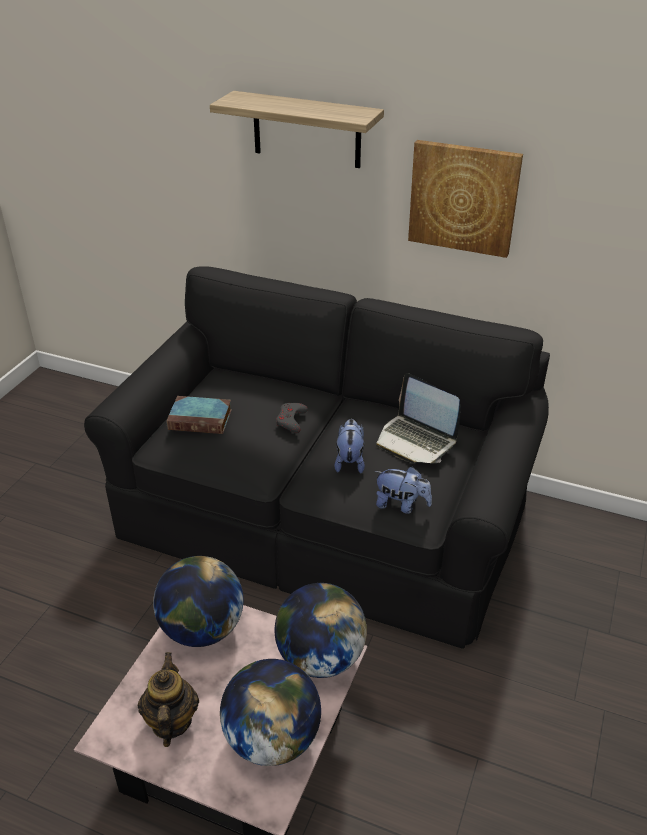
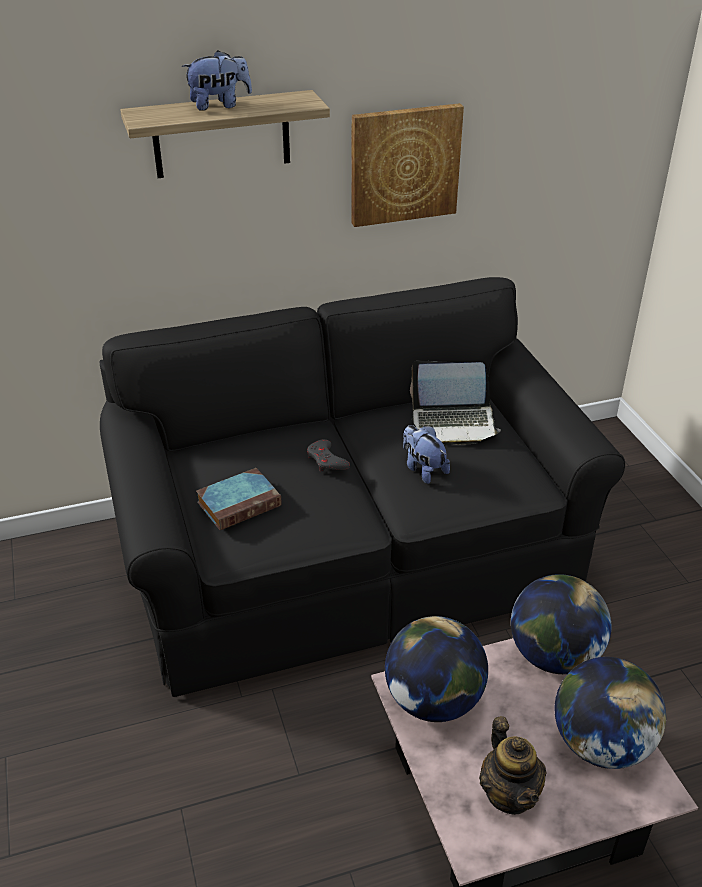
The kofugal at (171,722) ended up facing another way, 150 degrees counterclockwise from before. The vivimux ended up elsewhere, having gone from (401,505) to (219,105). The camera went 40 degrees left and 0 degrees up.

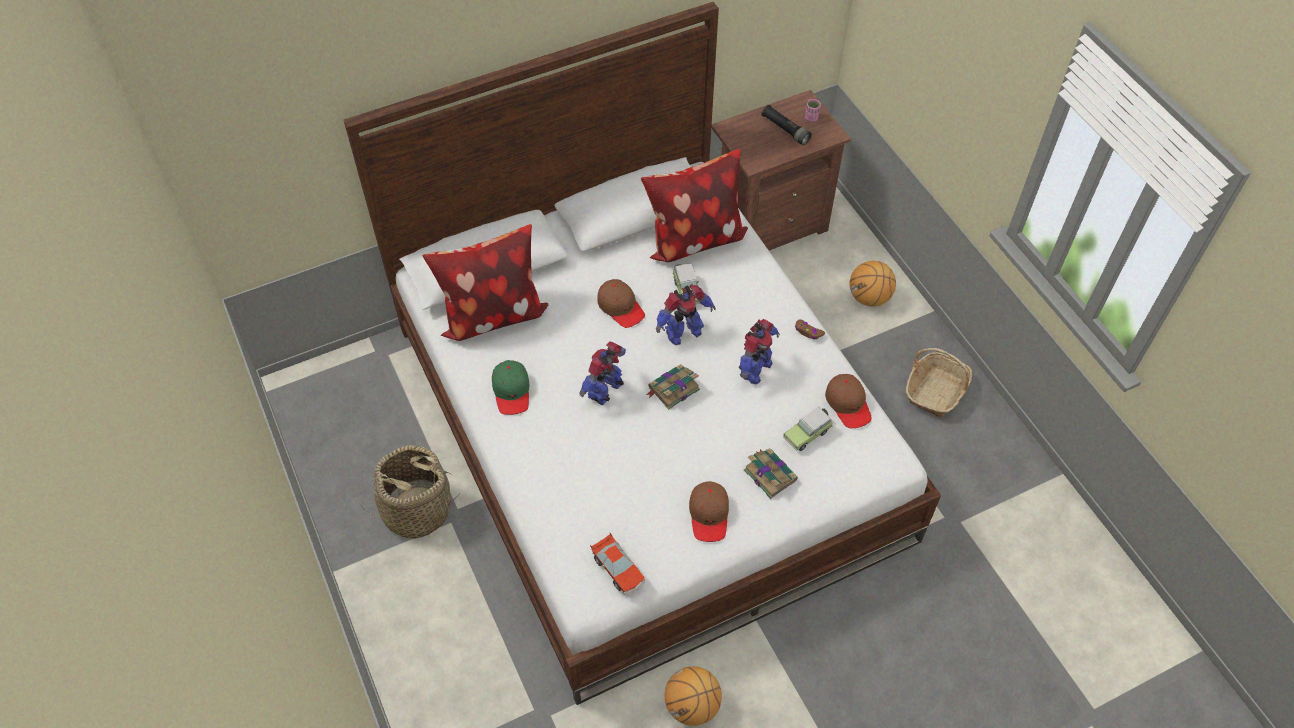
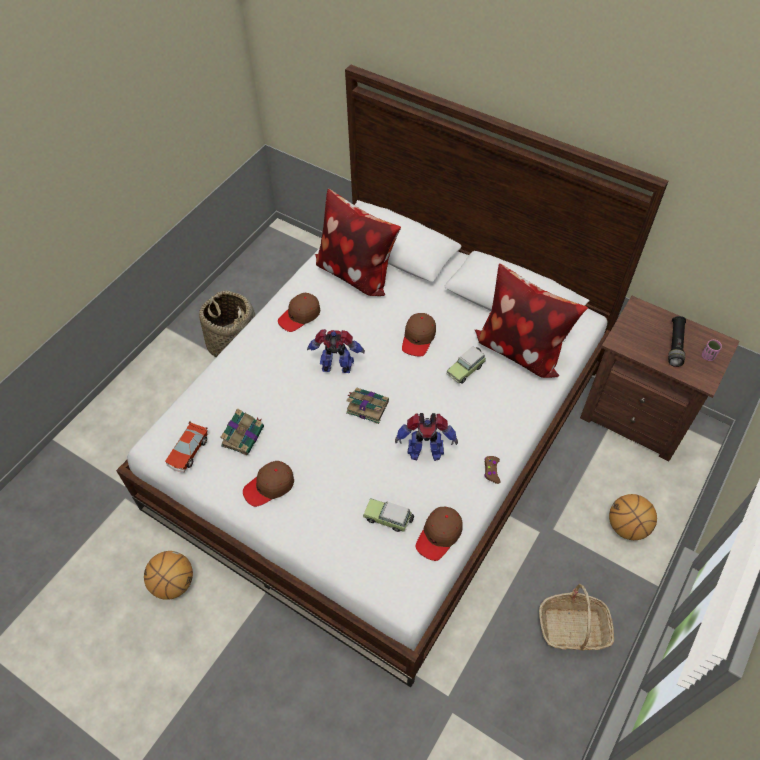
What was the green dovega at (512,391) turned into the brown dovega at (300,316). The second view lost the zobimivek at (682,332). The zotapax ended up elsewhere, having gone from (769,474) to (243,435). The camera went 60 degrees right and 0 degrees up.

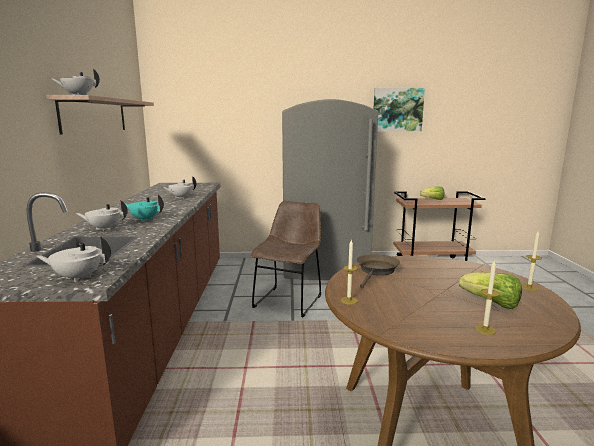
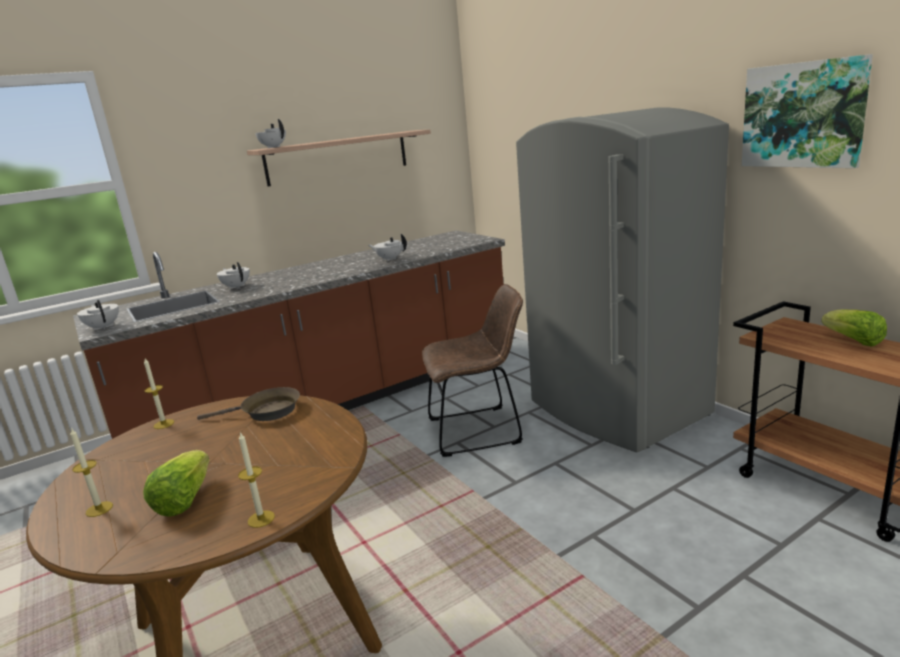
The second view lost the turquoise kofugal at (145,219). The camera went 60 degrees right and 5 degrees up.

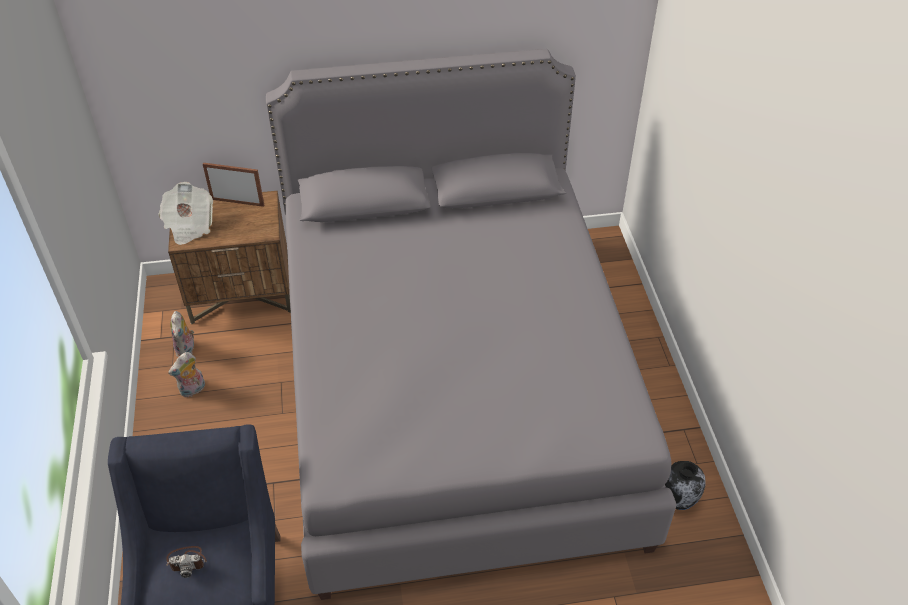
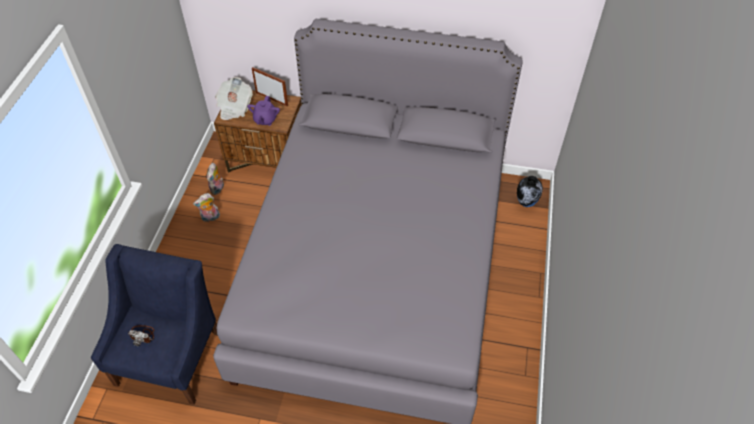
The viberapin ended up elsewhere, having gone from (678,501) to (526,203). The second view gained the purple kofugal at (265,120). The camera went 20 degrees right and 5 degrees up.

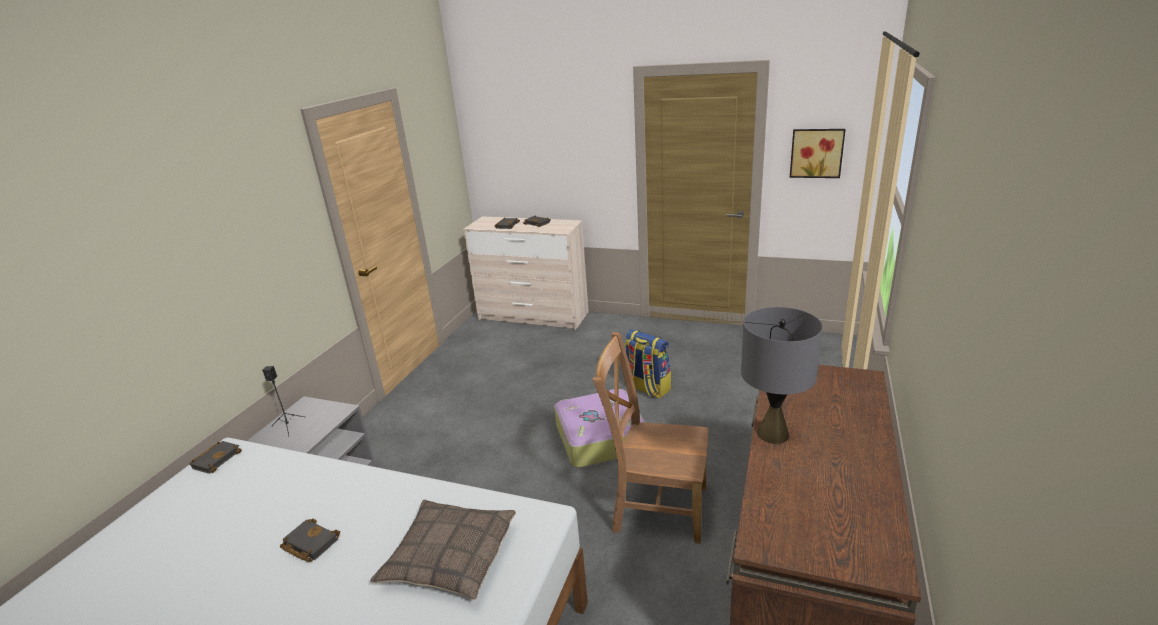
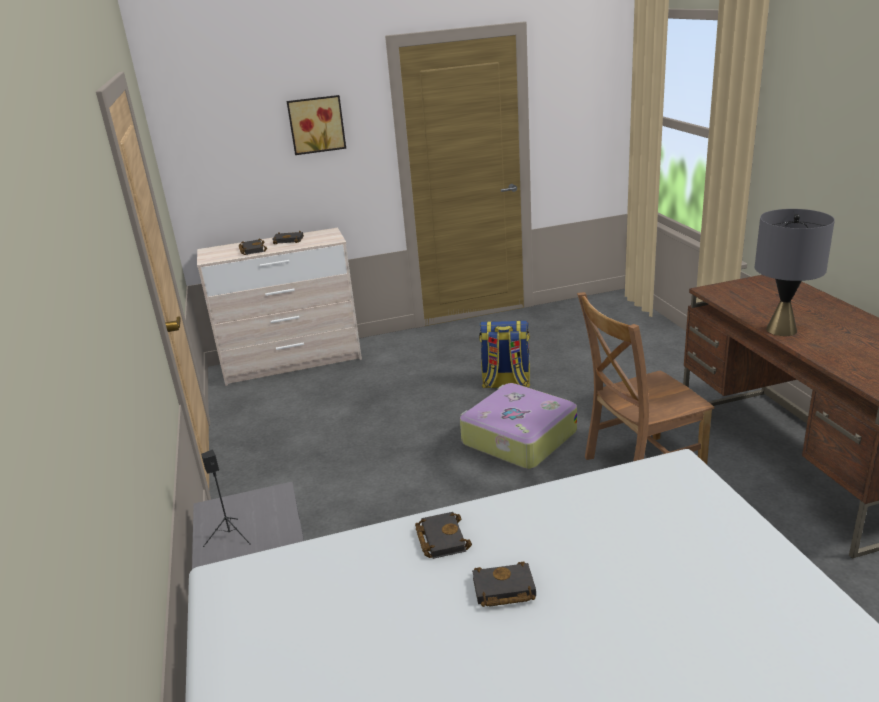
The black zotapax ended up elsewhere, having gone from (217,459) to (440,538). The second view lost the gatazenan at (449,556). The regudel ended up elsewhere, having gone from (816,153) to (316,124). The camera went 35 degrees left and 0 degrees up.

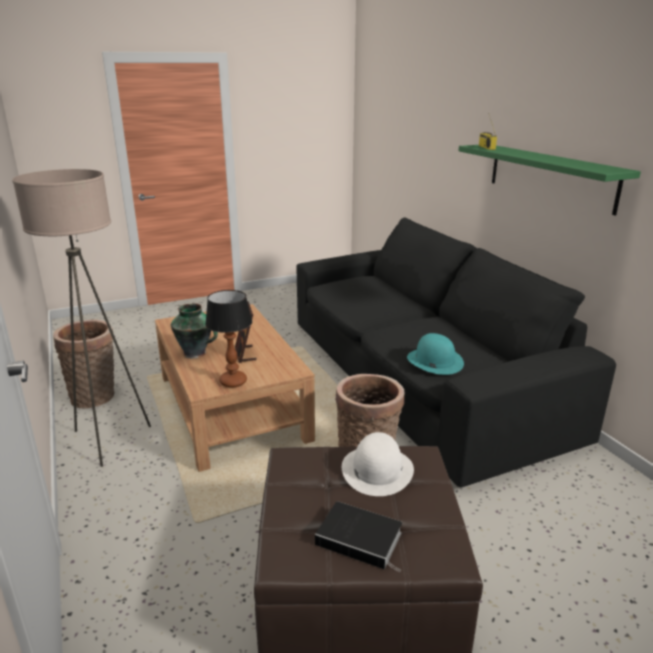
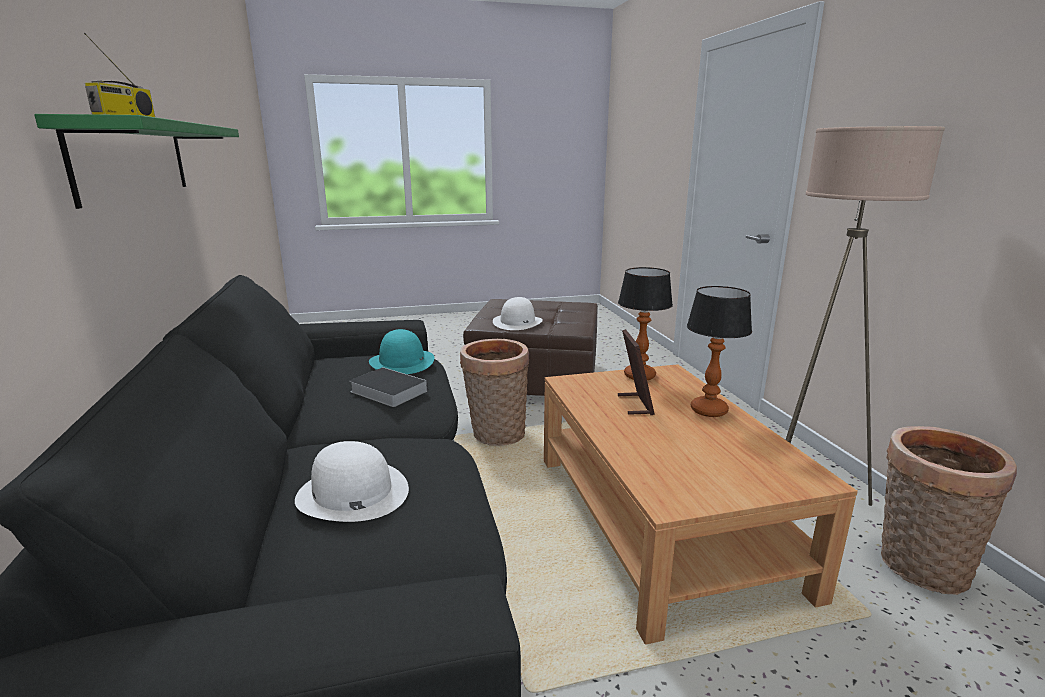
Where the viberapin stood at (196,354), the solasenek came to stand at (708,410). The zotapax ended up elsewhere, having gone from (361,539) to (386,391). The second view gained the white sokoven at (352,493). The camera went 170 degrees left and 5 degrees down.

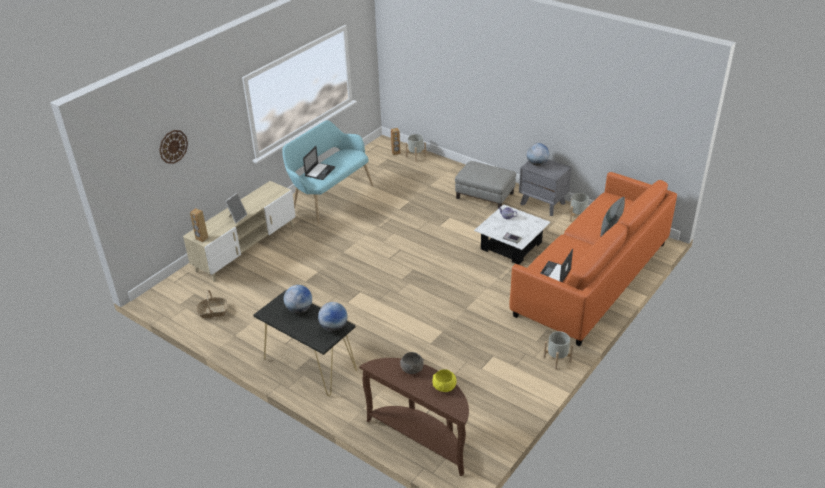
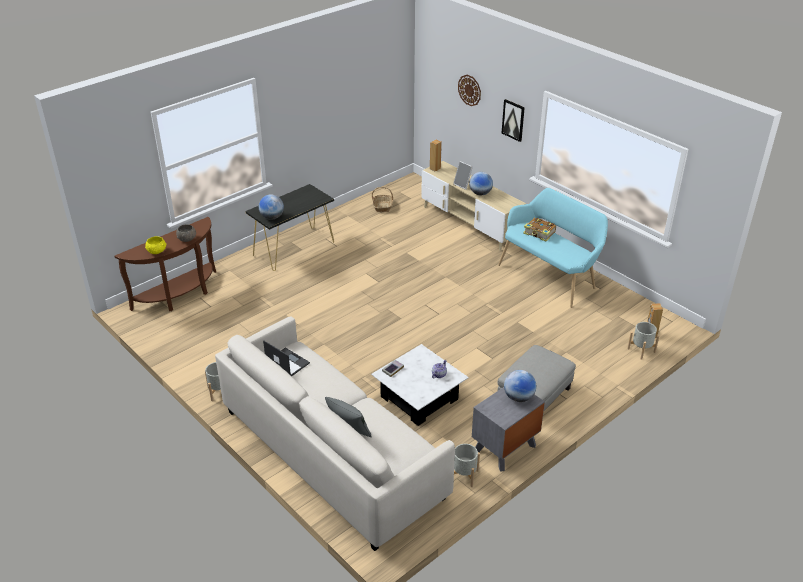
The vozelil ended up elsewhere, having gone from (299,309) to (480,193). Where the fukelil stood at (320,171), the zotapax came to stand at (539,233). What was the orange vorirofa at (592,278) turned into the white vorirofa at (331,454). The second view gained the regudel at (513,120). The camera went 100 degrees right and 0 degrees up.

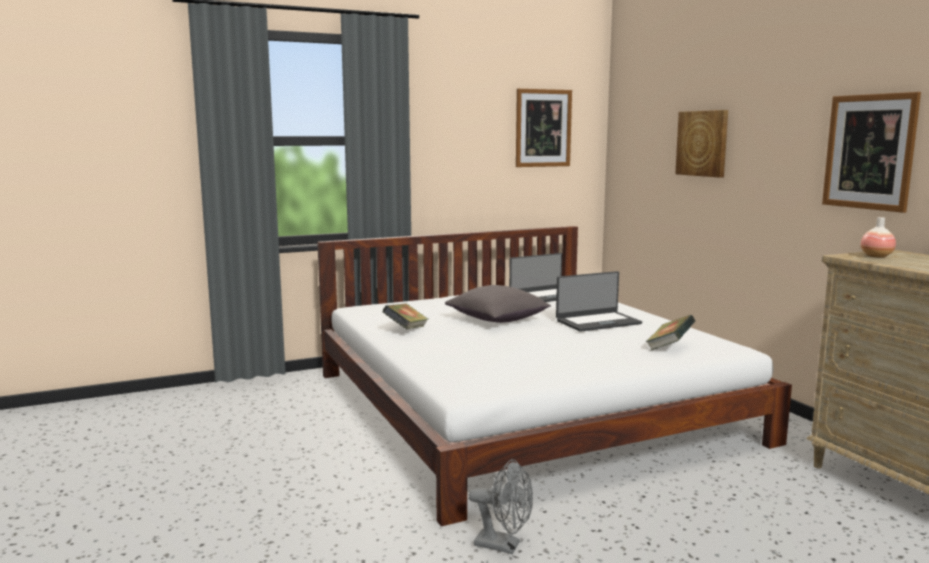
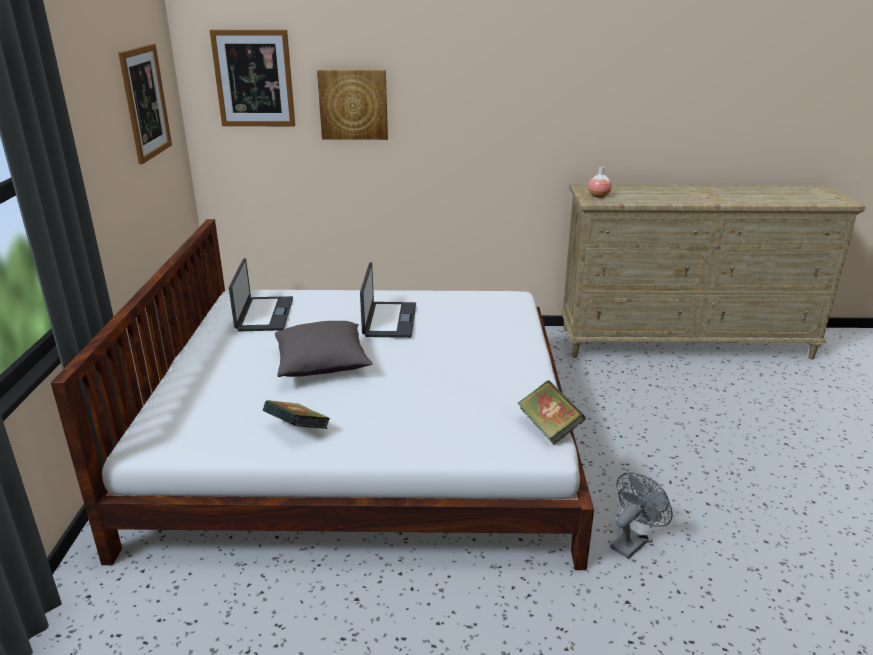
The zotapax ended up elsewhere, having gone from (669,347) to (549,427). The regudel ended up elsewhere, having gone from (869,152) to (254,79). The camera went 65 degrees left and 15 degrees up.

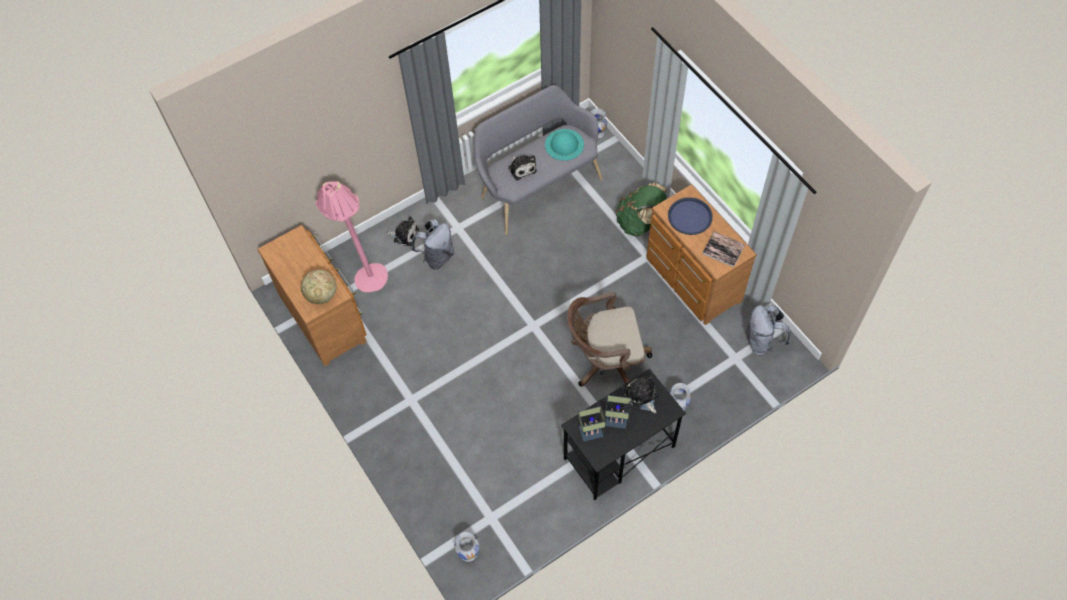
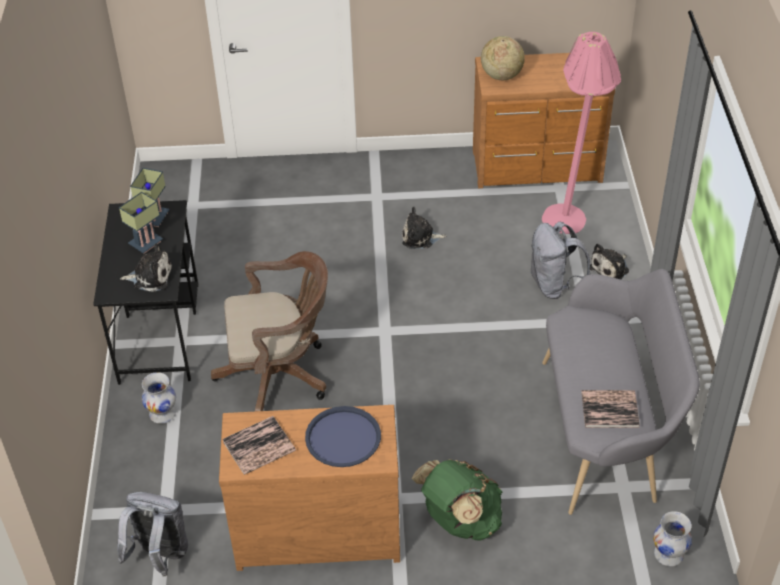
The second view lost the white viberapin at (468,552). The vivimux ended up elsewhere, having gone from (521,168) to (420,237). Where the turquoise sokoven stood at (564,144), the zotapax came to stand at (610,409). The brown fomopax at (605,361) ended up facing another way, 60 degrees clockwise from before. The camera went 120 degrees right and 15 degrees down.

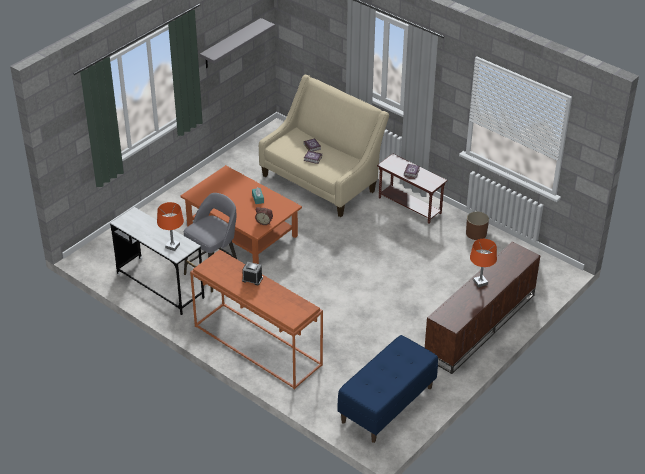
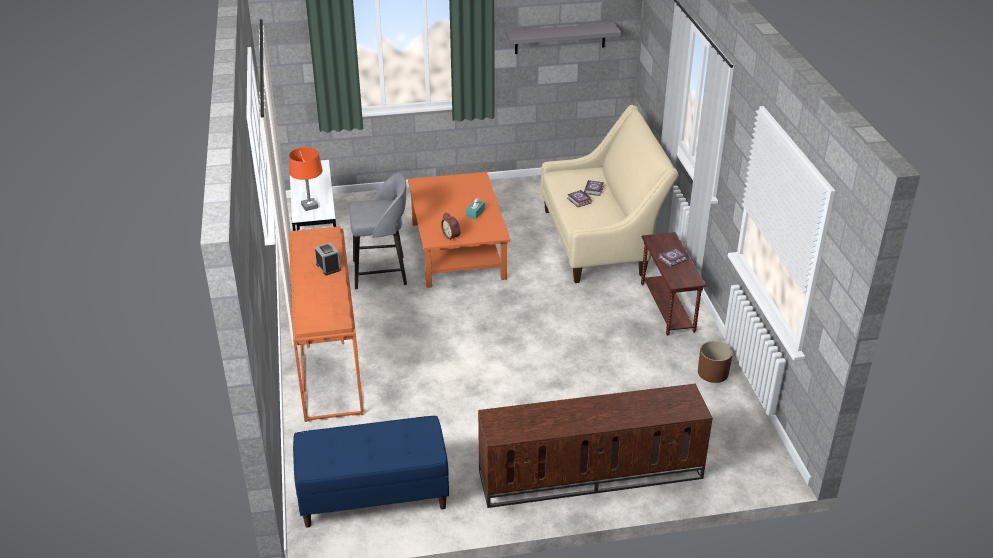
The second view lost the orange solasenek at (480,282). The camera went 40 degrees right and 5 degrees down.

